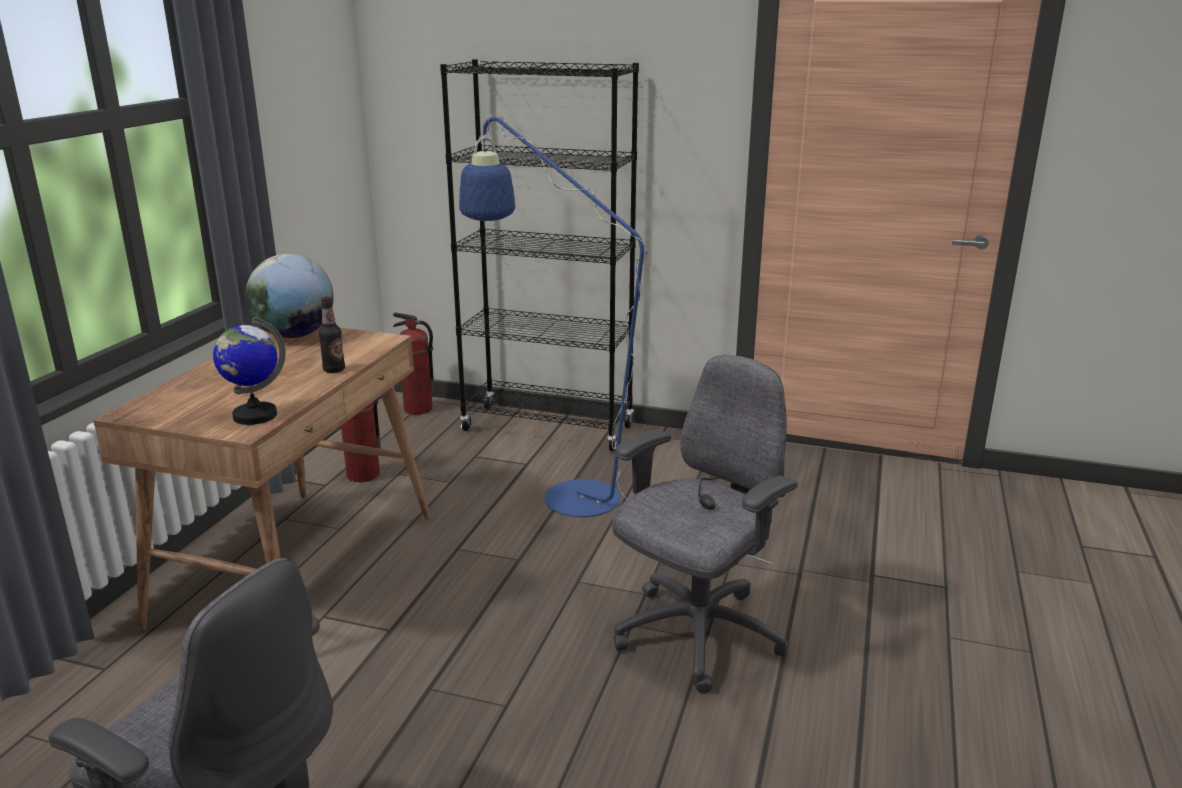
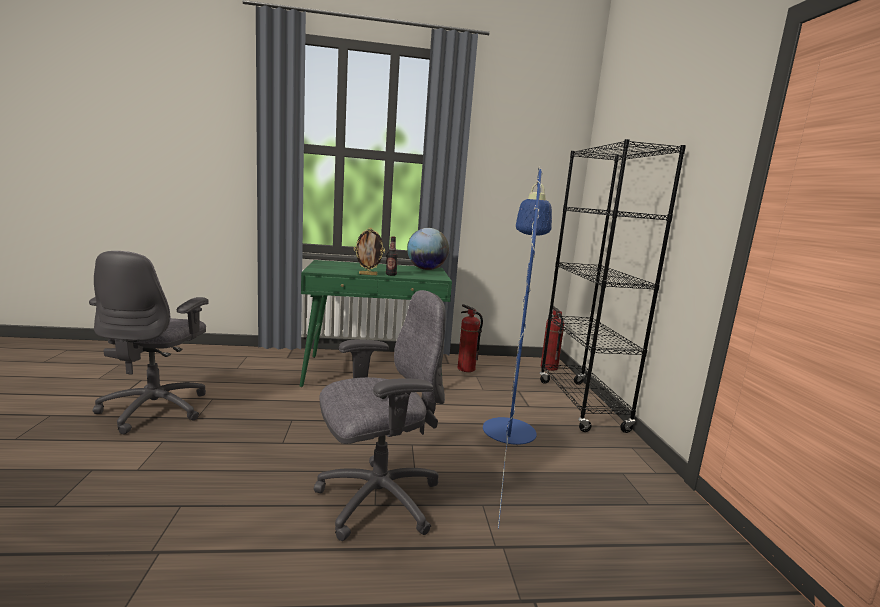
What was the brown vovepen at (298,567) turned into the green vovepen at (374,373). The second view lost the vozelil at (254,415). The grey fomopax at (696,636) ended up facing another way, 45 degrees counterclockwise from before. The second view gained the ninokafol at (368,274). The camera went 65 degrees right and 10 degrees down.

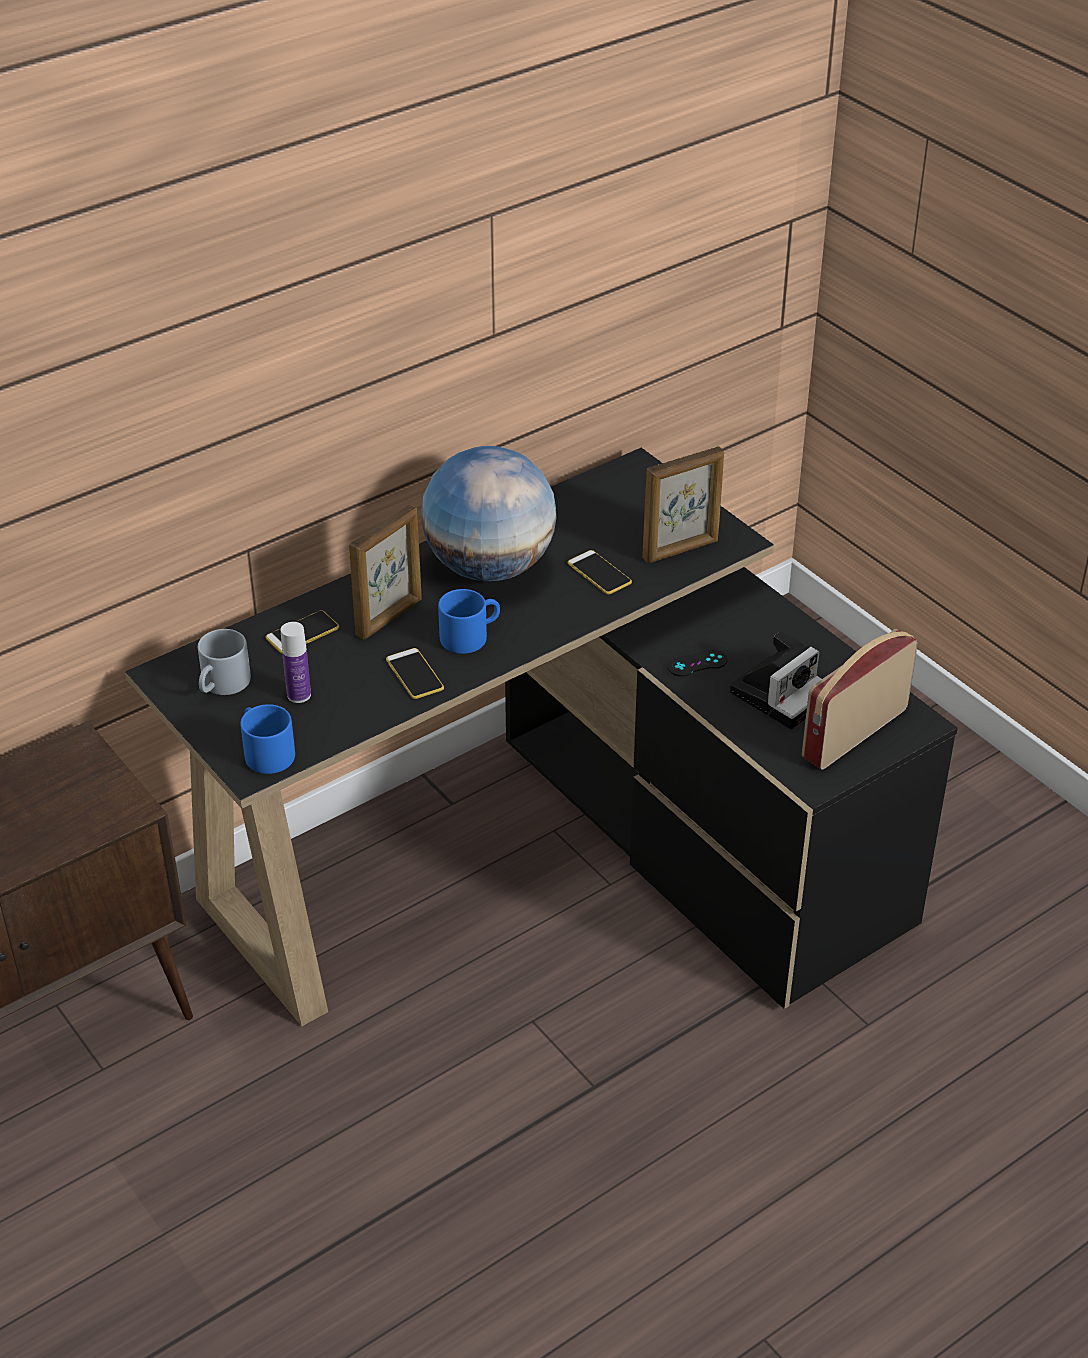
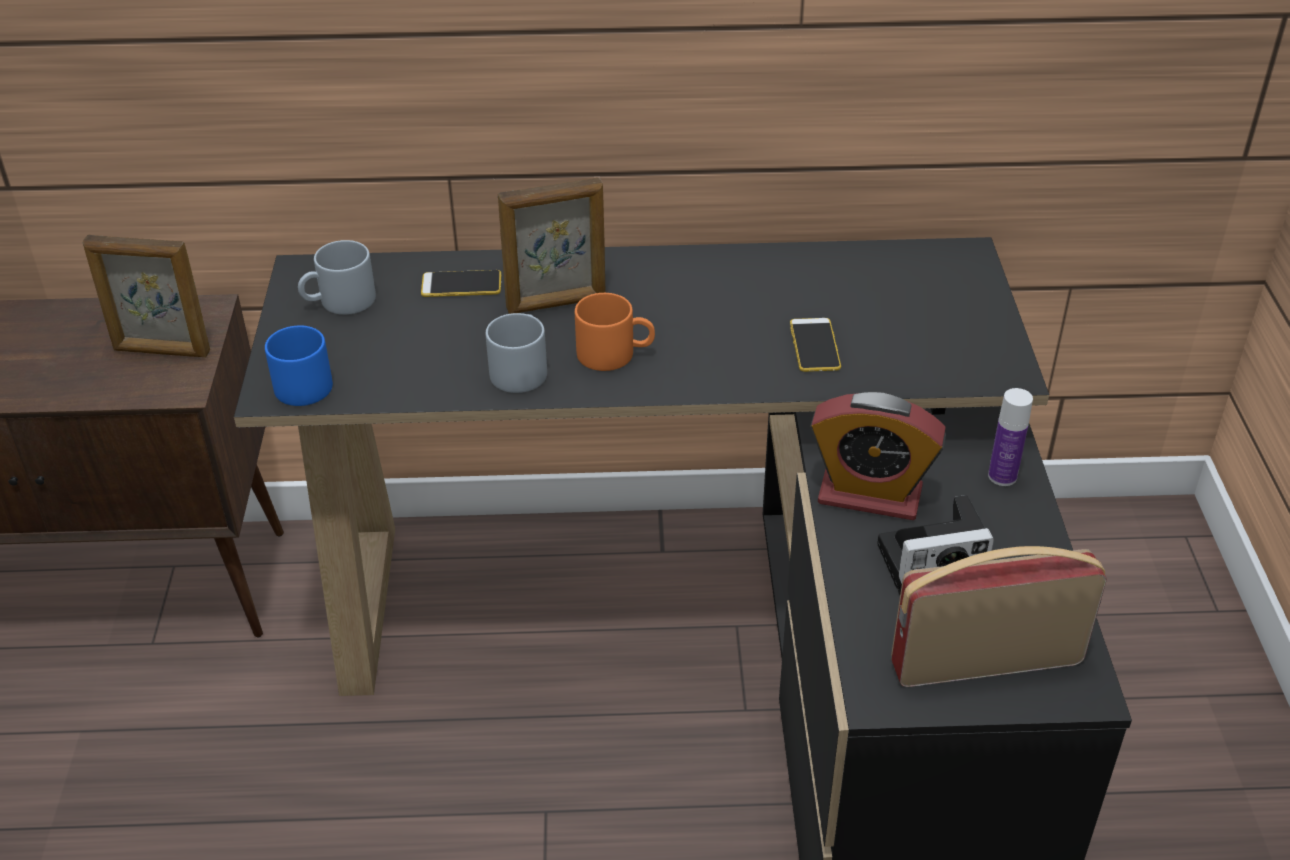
The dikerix ended up elsewhere, having gone from (299,695) to (1002,476). Where the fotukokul stood at (414,674), the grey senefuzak came to stand at (520,368). The second view lost the vozelil at (490,567). What was the blue senefuzak at (470,635) turned into the orange senefuzak at (615,353). The ninokafol ended up elsewhere, having gone from (681,550) to (161,351). Where the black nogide stood at (697,663), the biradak came to stand at (869,495). The camera went 35 degrees right and 0 degrees up.

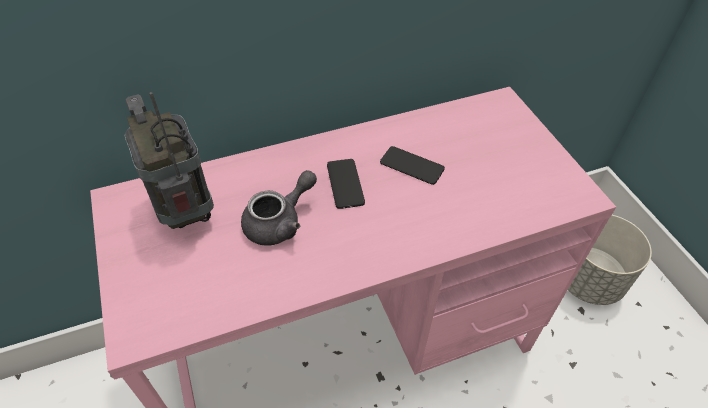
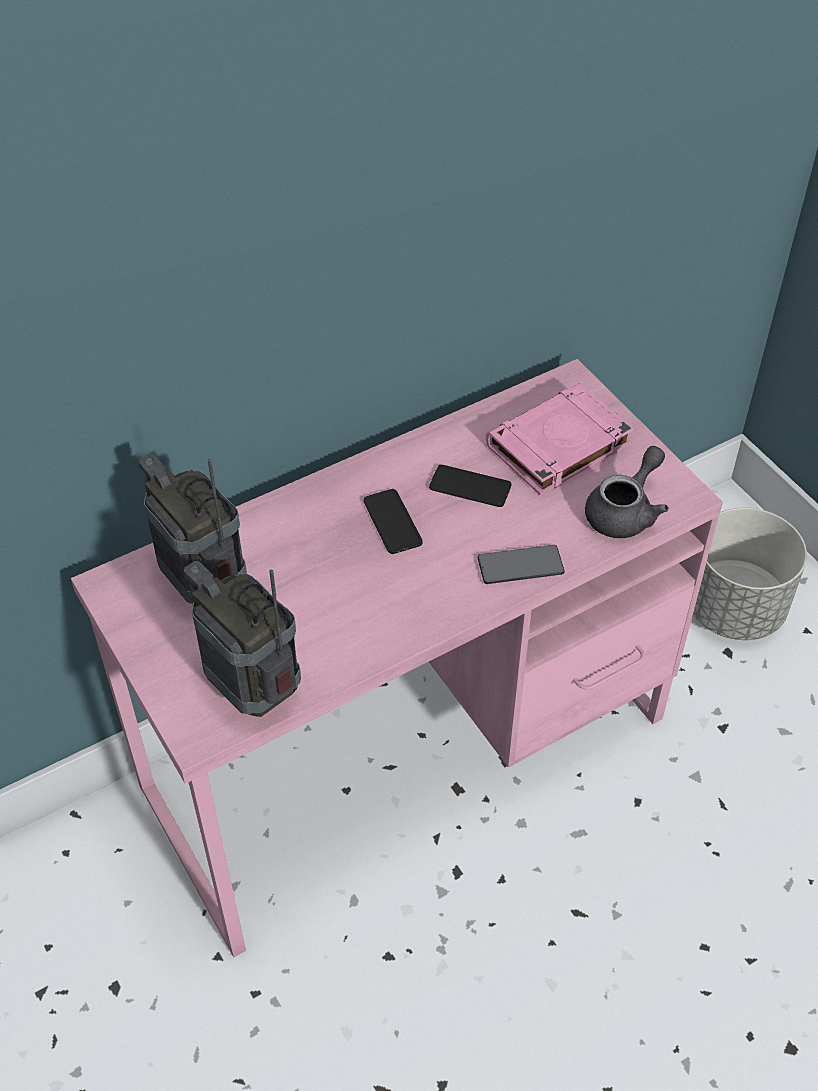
The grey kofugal ended up elsewhere, having gone from (279,222) to (625,512). The second view gained the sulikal at (254,692). The second view gained the fotukokul at (520,566). The second view gained the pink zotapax at (557,446). The camera went 10 degrees left and 0 degrees up.

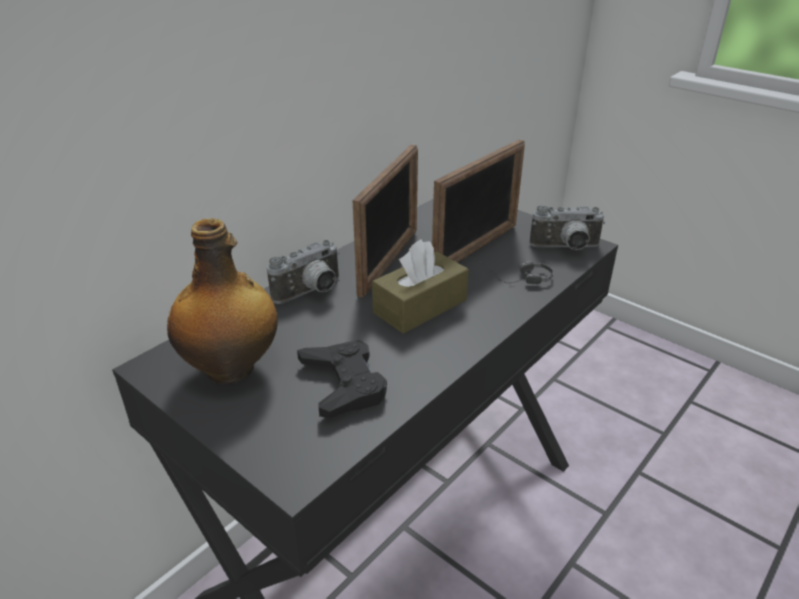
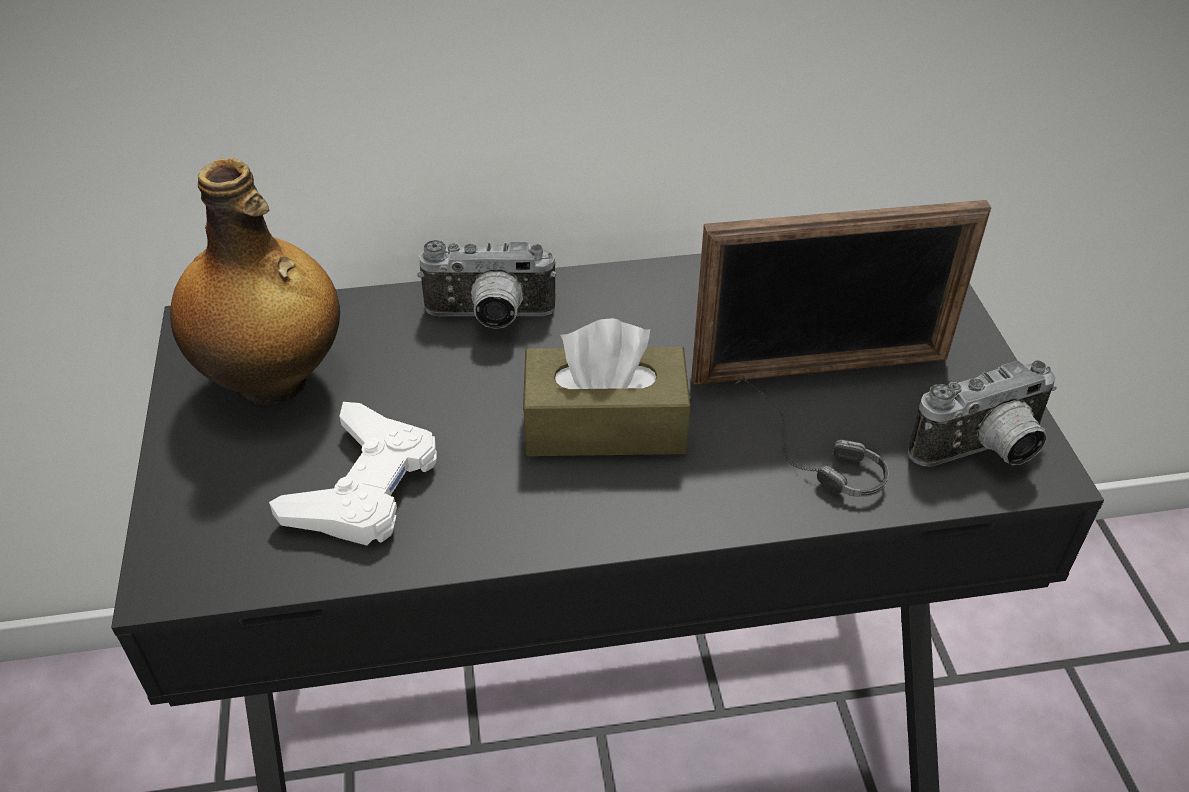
What was the black nogide at (343,384) turned into the white nogide at (364,486). The second view lost the ninokafol at (389,261). The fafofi at (566,248) ended up facing another way, 60 degrees counterclockwise from before. The camera went 40 degrees right and 10 degrees up.

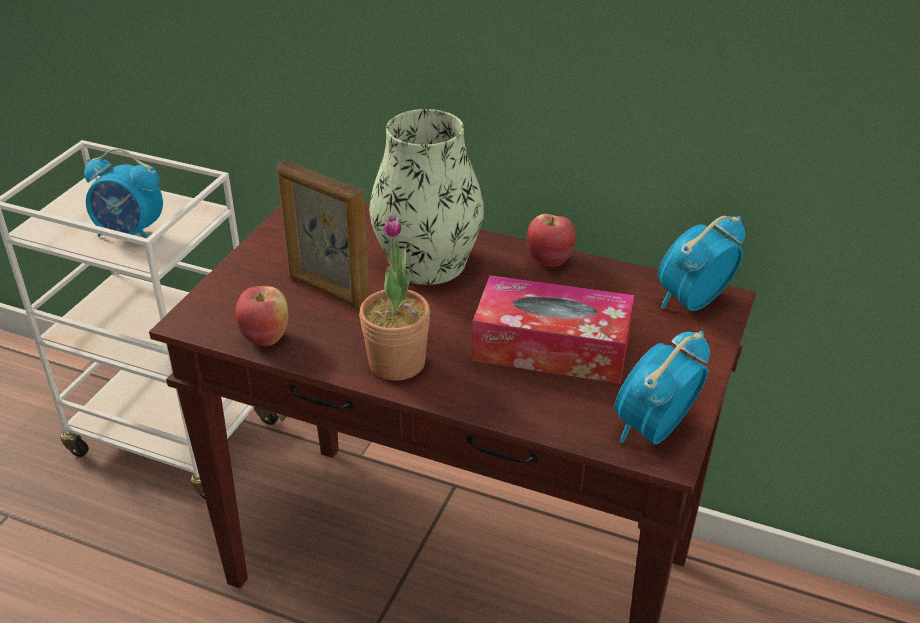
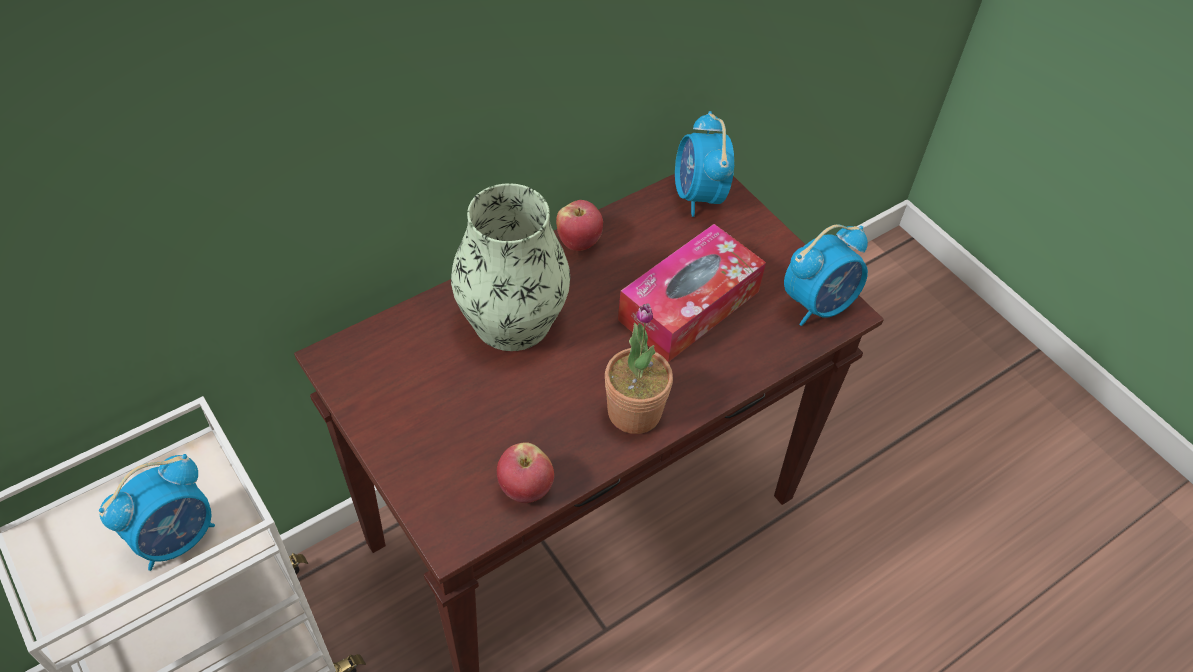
The second view lost the ninokafol at (328,290). The biradak at (653,430) ended up facing another way, 105 degrees counterclockwise from before. The camera went 60 degrees left and 15 degrees up.

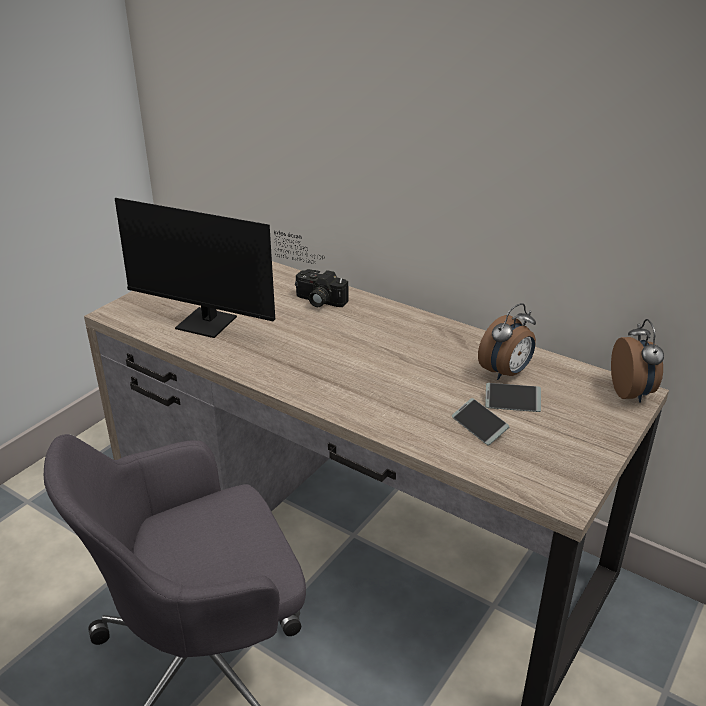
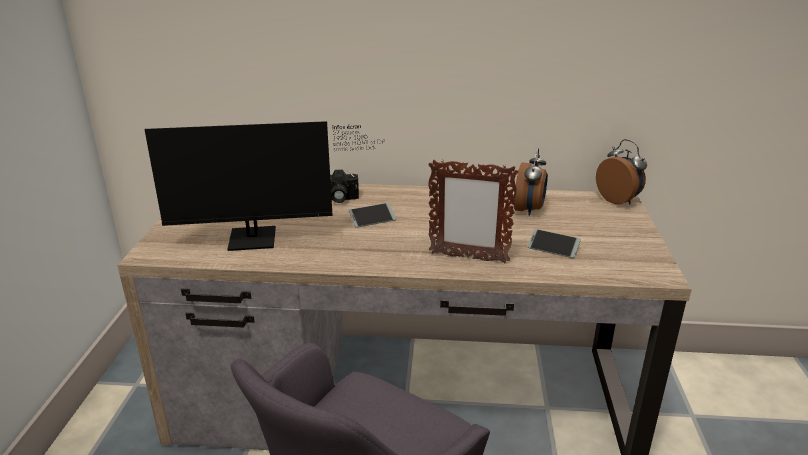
The fotukokul ended up elsewhere, having gone from (512,402) to (372,219). The second view gained the ninokafol at (468,257). The camera went 30 degrees left and 5 degrees down.

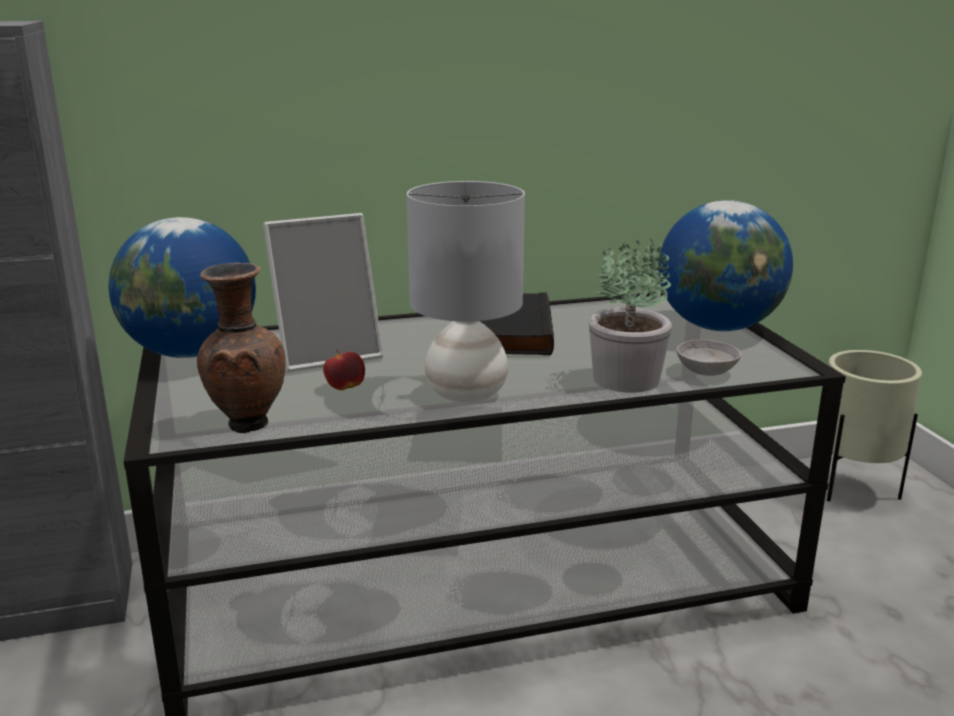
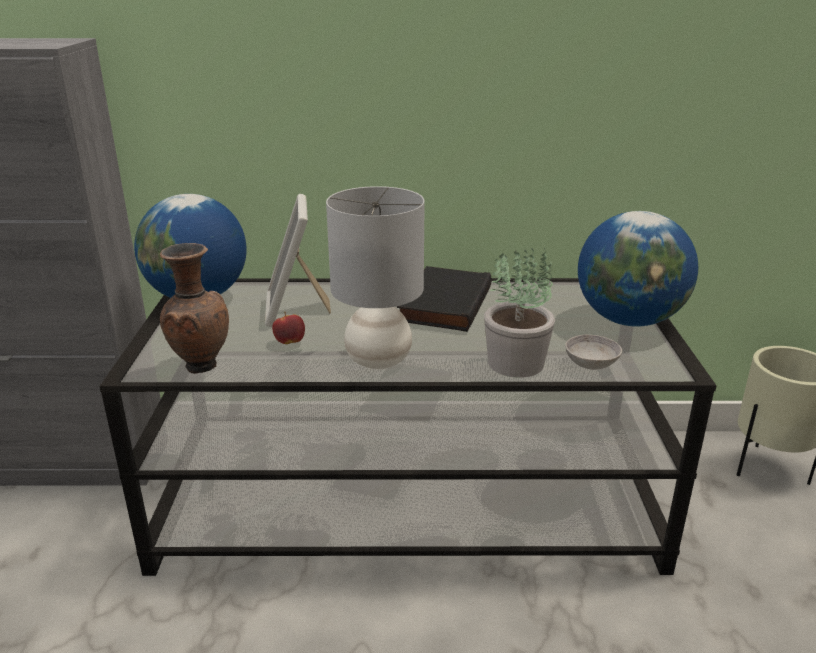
The ninokafol at (327,354) ended up facing another way, 90 degrees clockwise from before. The camera went 15 degrees right and 5 degrees up.

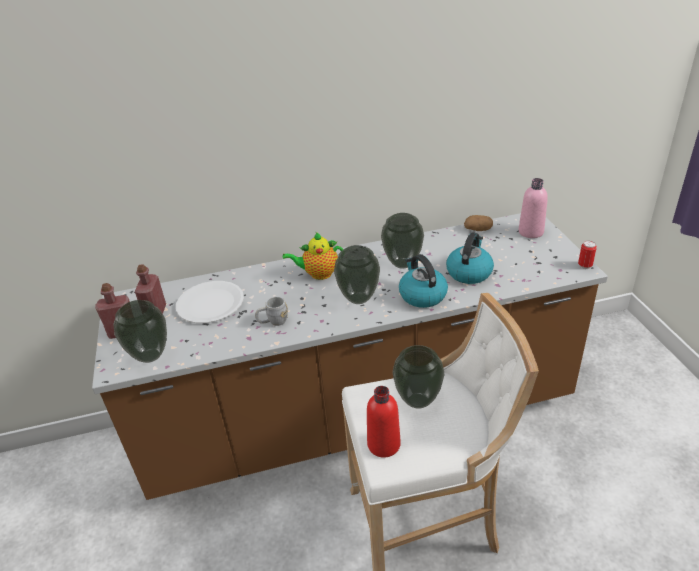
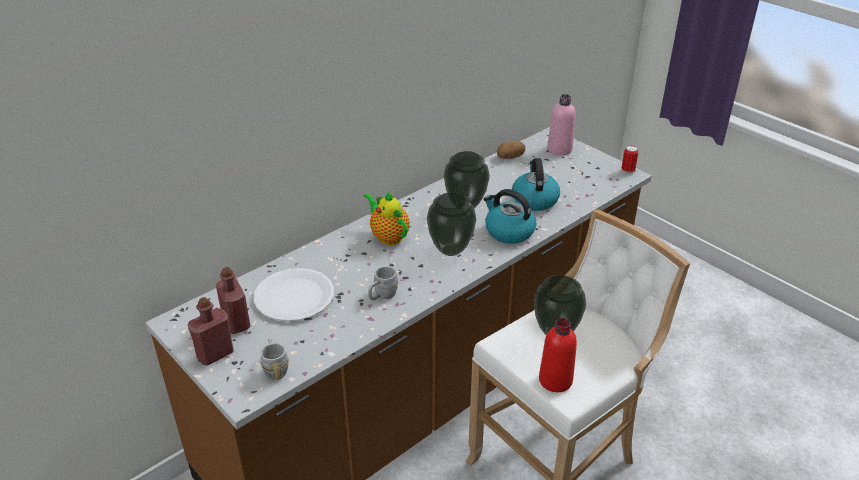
Where the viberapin stood at (151,355), the grey senefuzak came to stand at (275,368). The kofugal at (318,274) ended up facing another way, 90 degrees clockwise from before. The camera went 30 degrees left and 0 degrees up.

